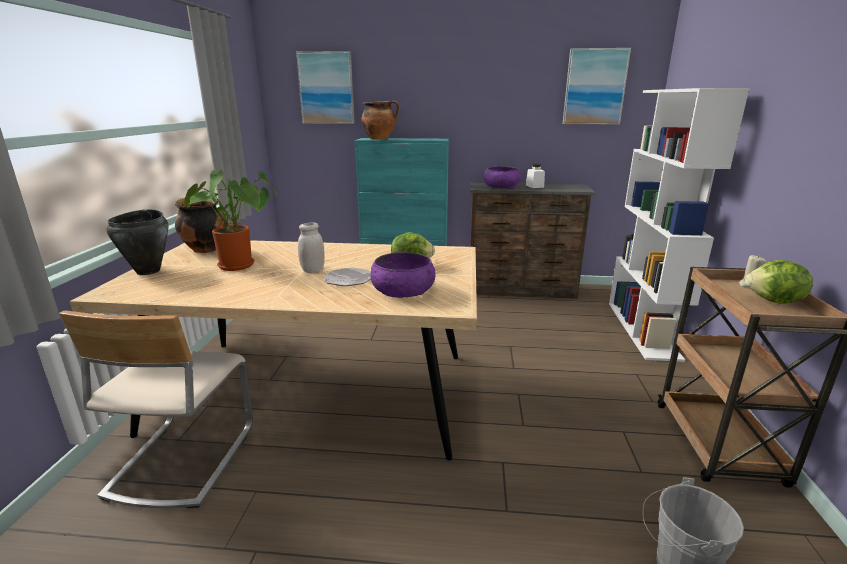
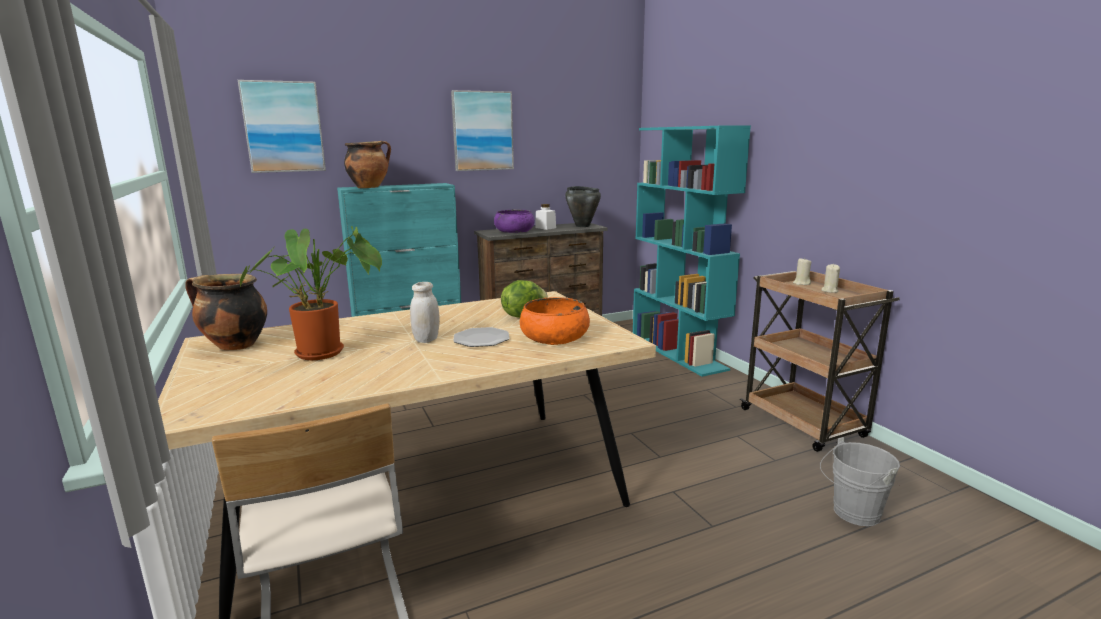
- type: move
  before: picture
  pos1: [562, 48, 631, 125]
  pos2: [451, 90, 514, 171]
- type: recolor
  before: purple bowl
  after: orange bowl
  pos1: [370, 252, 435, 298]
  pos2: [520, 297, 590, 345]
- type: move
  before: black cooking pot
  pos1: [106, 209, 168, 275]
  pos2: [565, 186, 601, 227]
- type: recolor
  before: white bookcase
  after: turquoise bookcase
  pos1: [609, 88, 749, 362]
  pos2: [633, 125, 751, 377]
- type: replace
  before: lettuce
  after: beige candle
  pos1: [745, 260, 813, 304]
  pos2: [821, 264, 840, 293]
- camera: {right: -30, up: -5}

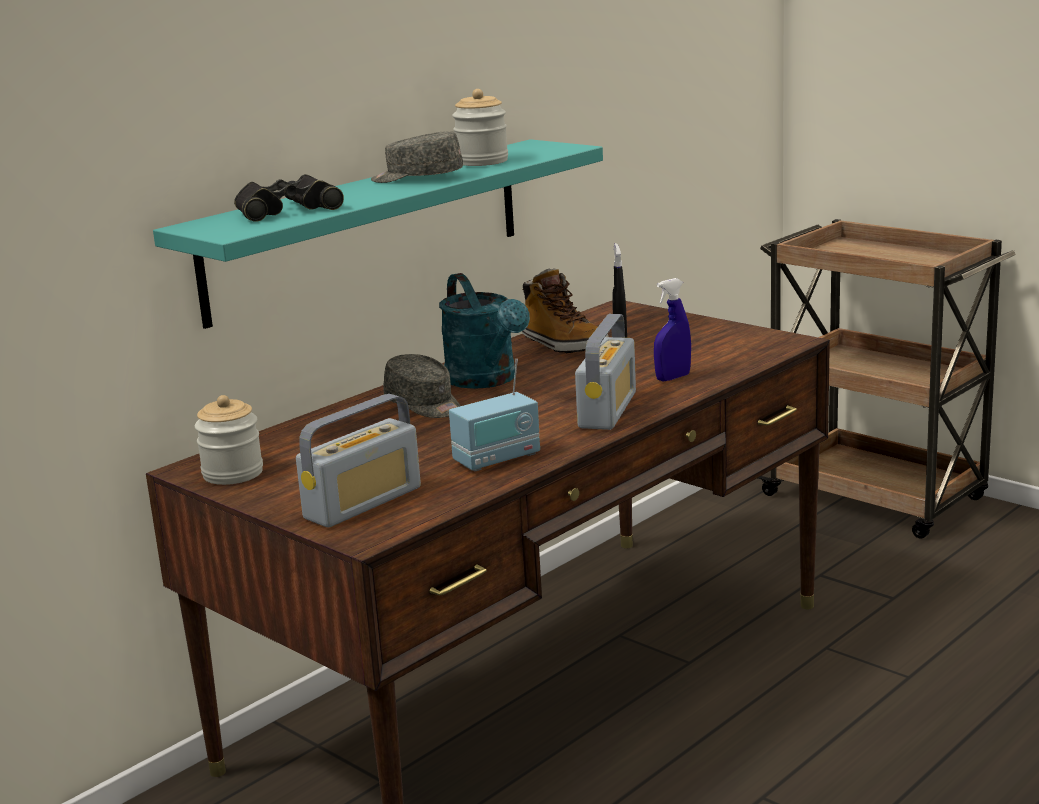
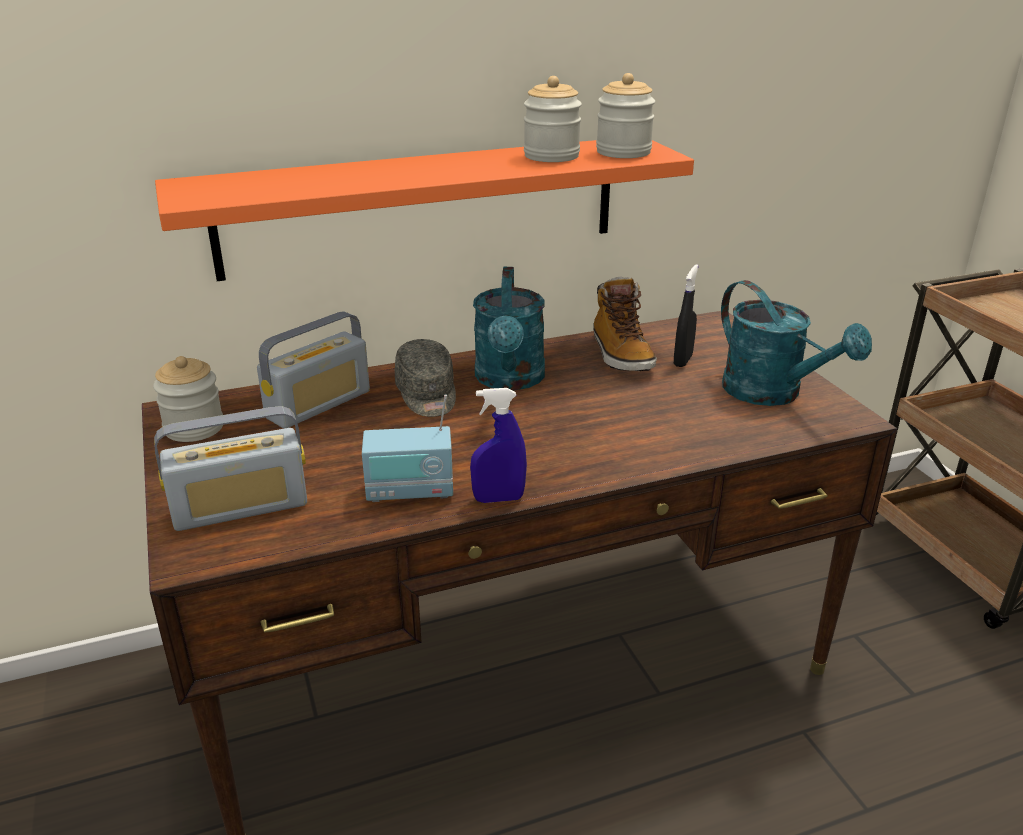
- type: recolor
  before: turquoise shelf
  after: orange shelf
  pos1: [153, 139, 603, 329]
  pos2: [155, 140, 694, 281]
- type: move
  before: radio
  pos1: [575, 314, 636, 430]
  pos2: [257, 311, 370, 429]
- type: move
  before: blue spray bottle
  pos1: [654, 278, 691, 382]
  pos2: [470, 388, 527, 503]
- type: insert
  after: jar
  pos2: [596, 73, 655, 158]
- type: insert
  after: turquoise watering can
  pos2: [721, 280, 872, 406]
- type: delete
  before: black binoculars
  pos1: [234, 174, 344, 222]
- type: delete
  before: grey cap
  pos1: [371, 131, 463, 183]
- camera: {right: 25, up: 10}

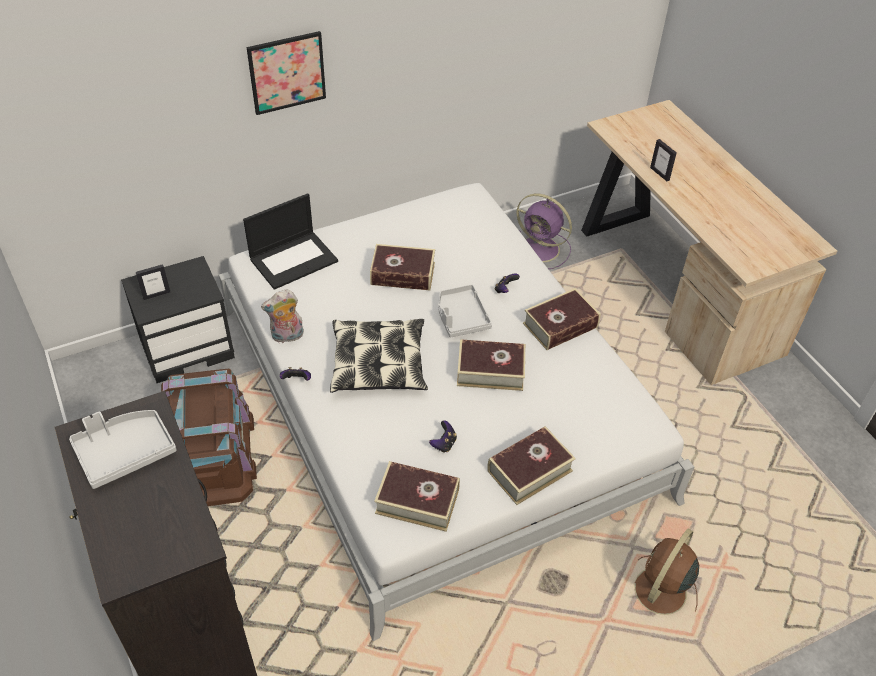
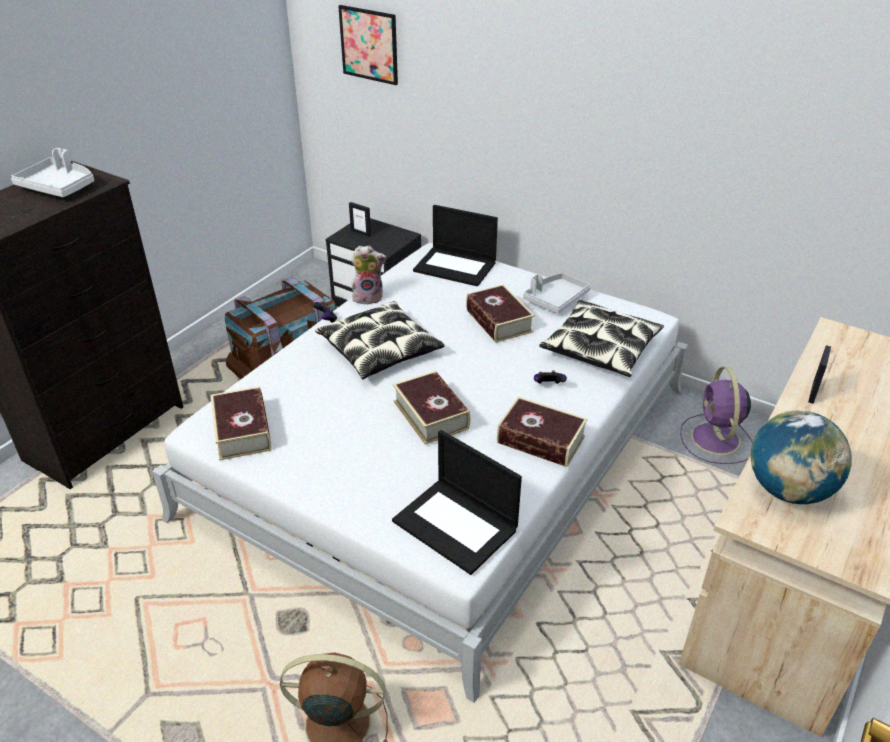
- type: move
  before: picture
  pos1: [246, 31, 326, 115]
  pos2: [338, 5, 398, 85]
- type: rotate
  before: plush toy
  pos1: [261, 289, 304, 343]
  pos2: [351, 246, 386, 305]
  turn: 135
- type: insert
  after: laptop
  pos2: [392, 430, 522, 575]
- type: move
  before: grey tray
  pos1: [438, 284, 492, 338]
  pos2: [523, 273, 591, 314]
- type: insert
  after: pillow
  pos2: [539, 300, 664, 377]
- type: insert
  after: globe
  pos2: [750, 411, 852, 504]
- type: delete
  before: game controller
  pos1: [429, 420, 457, 453]
- type: delete
  before: book
  pos1: [487, 426, 576, 505]
- camera: {right: 60, up: -10}

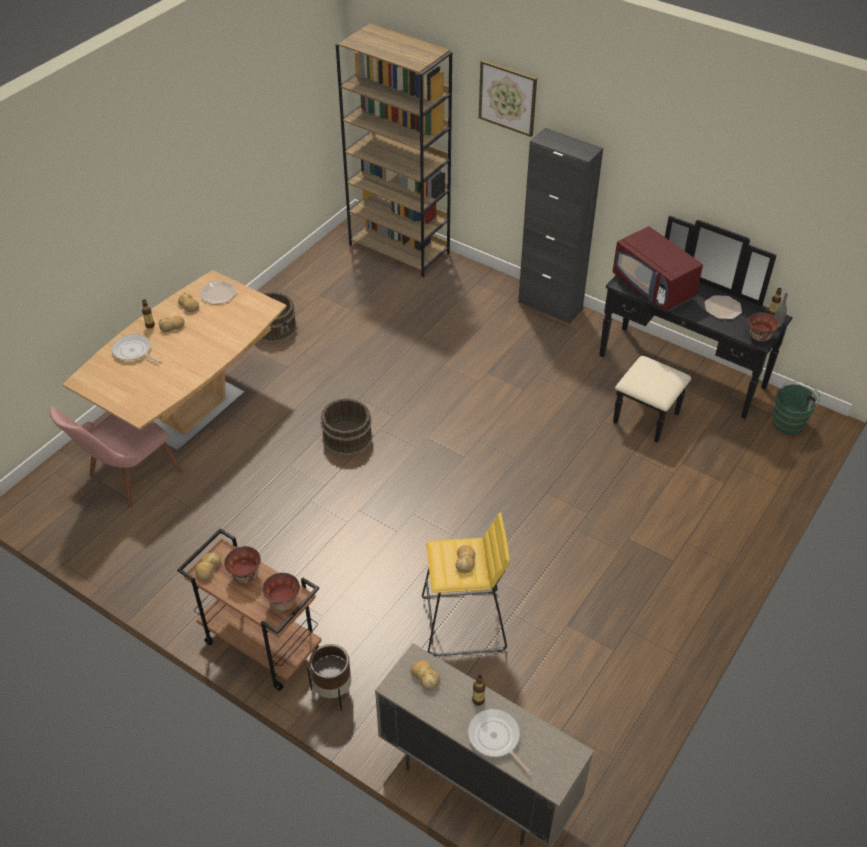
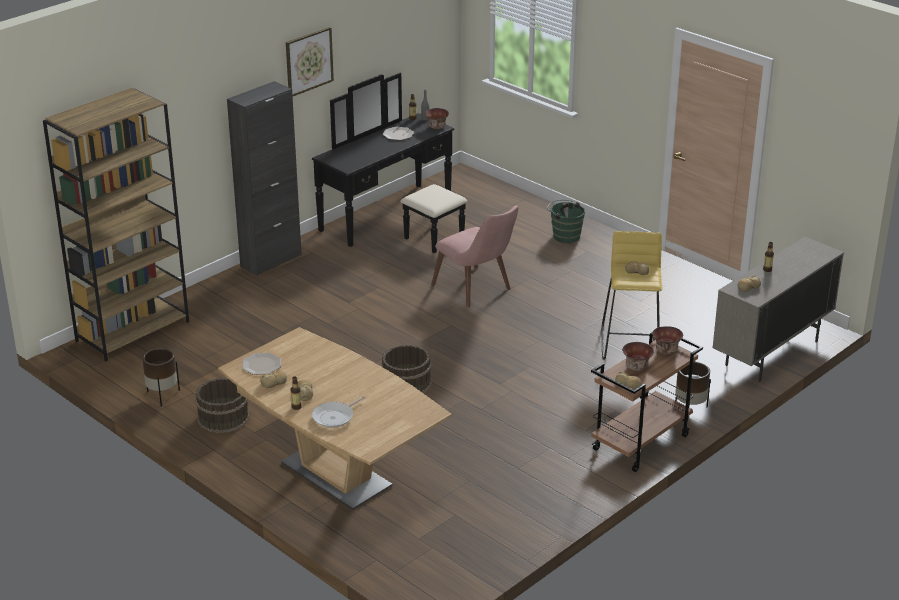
- type: insert
  after: brown planter
  pos2: [142, 348, 180, 407]
- type: move
  before: picture
  pos1: [479, 60, 537, 137]
  pos2: [286, 27, 334, 96]
- type: move
  before: pink chair
  pos1: [49, 407, 182, 508]
  pos2: [431, 205, 519, 307]
- type: move
  before: green bucket
  pos1: [773, 381, 820, 435]
  pos2: [547, 200, 585, 243]
- type: delete
  before: frying pan
  pos1: [468, 709, 532, 775]
- type: delete
  before: red microwave
  pos1: [613, 226, 703, 311]
- camera: {right: -80, up: -15}

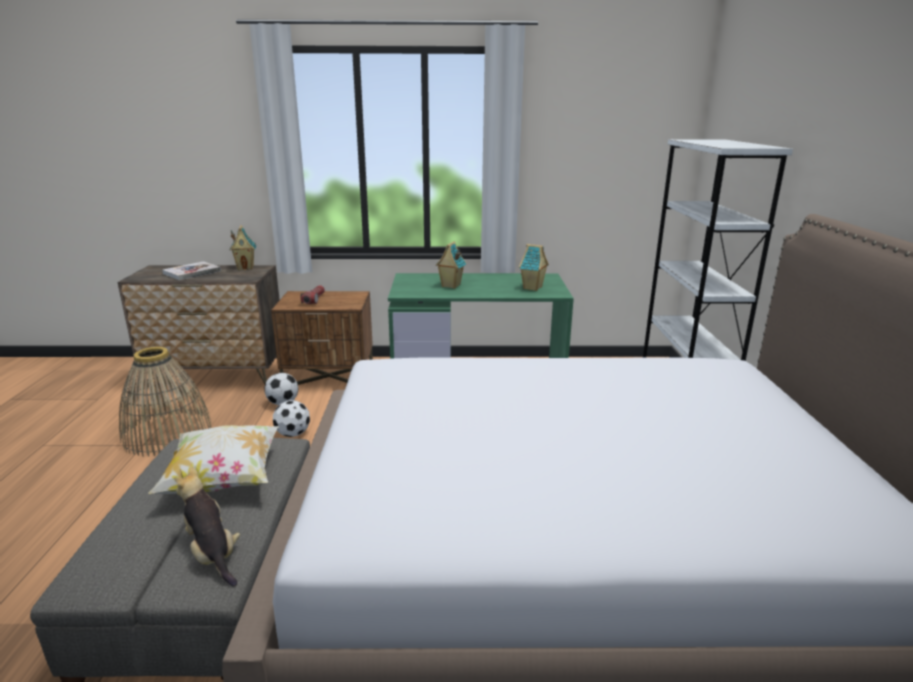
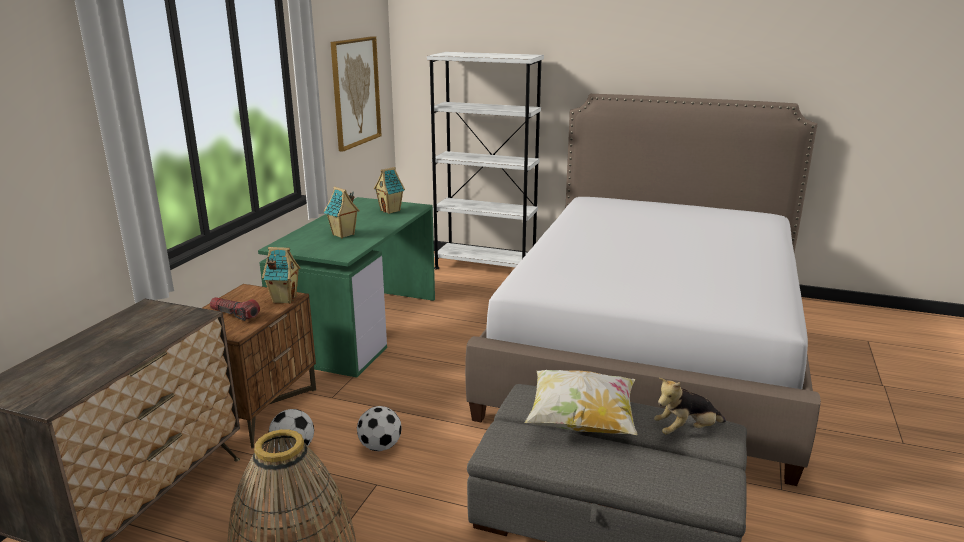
- type: move
  before: toy house
  pos1: [230, 225, 256, 270]
  pos2: [262, 247, 300, 304]
- type: insert
  after: picture
  pos2: [331, 36, 382, 152]
- type: delete
  before: book
  pos1: [162, 261, 221, 280]
- camera: {right: -70, up: 0}

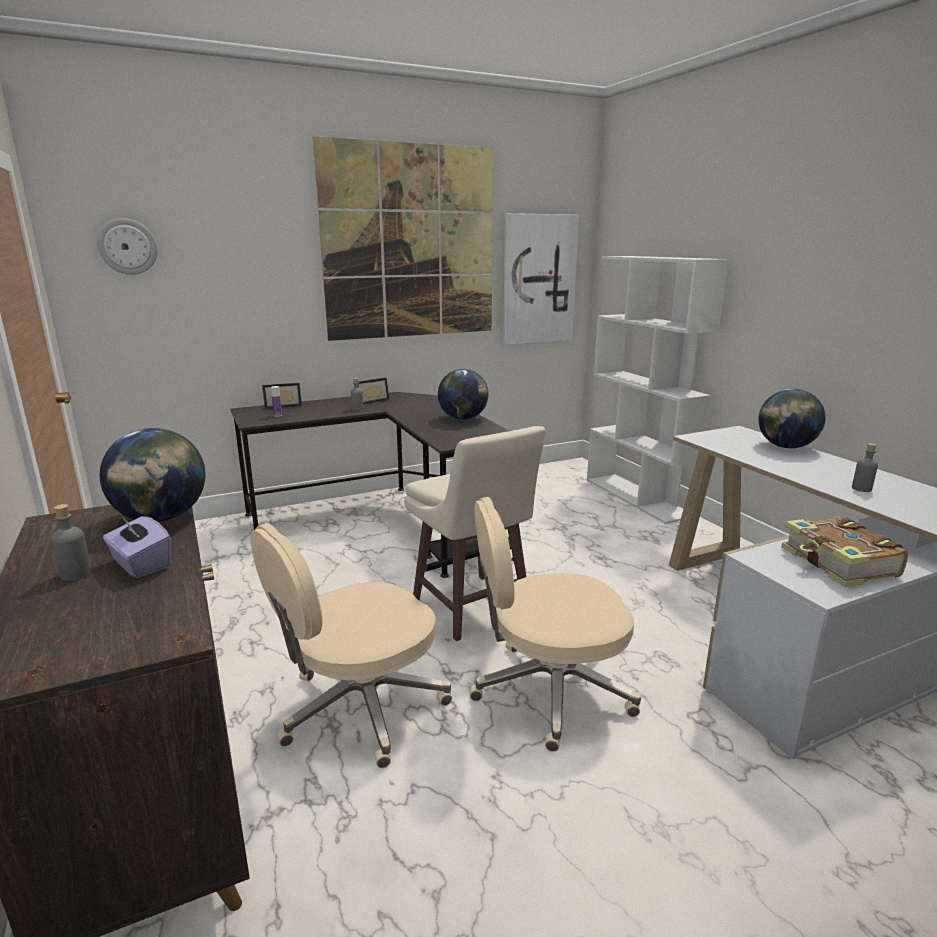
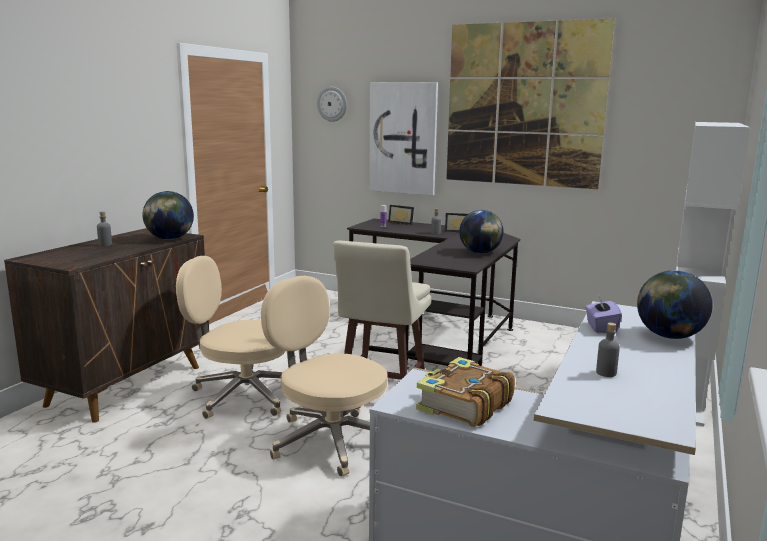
- type: move
  before: picture
  pos1: [503, 213, 579, 345]
  pos2: [369, 82, 438, 195]
- type: move
  before: purple tissue box
  pos1: [103, 514, 171, 578]
  pos2: [585, 294, 622, 333]
- camera: {right: 50, up: -5}

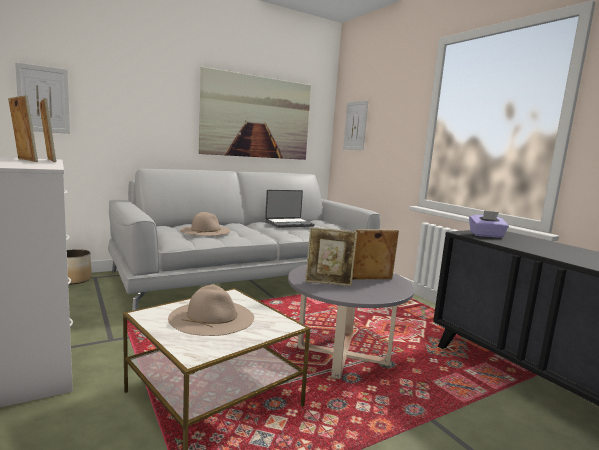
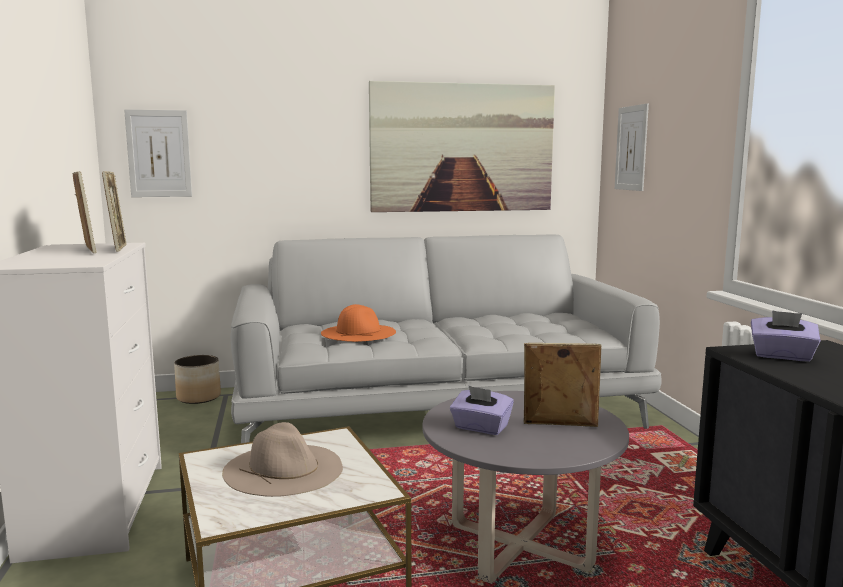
- type: recolor
  before: beige hat
  after: orange hat
  pos1: [180, 212, 231, 236]
  pos2: [321, 304, 396, 342]
- type: replace
  before: picture frame
  after: purple tissue box
  pos1: [305, 227, 357, 286]
  pos2: [450, 385, 514, 435]
- type: delete
  before: laptop
  pos1: [265, 190, 315, 228]
- camera: {right: 20, up: 0}

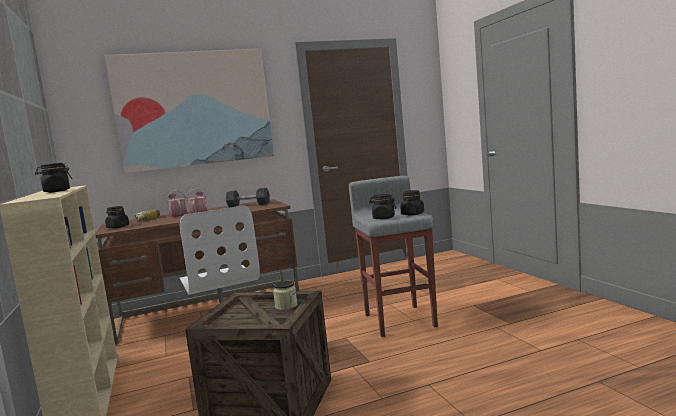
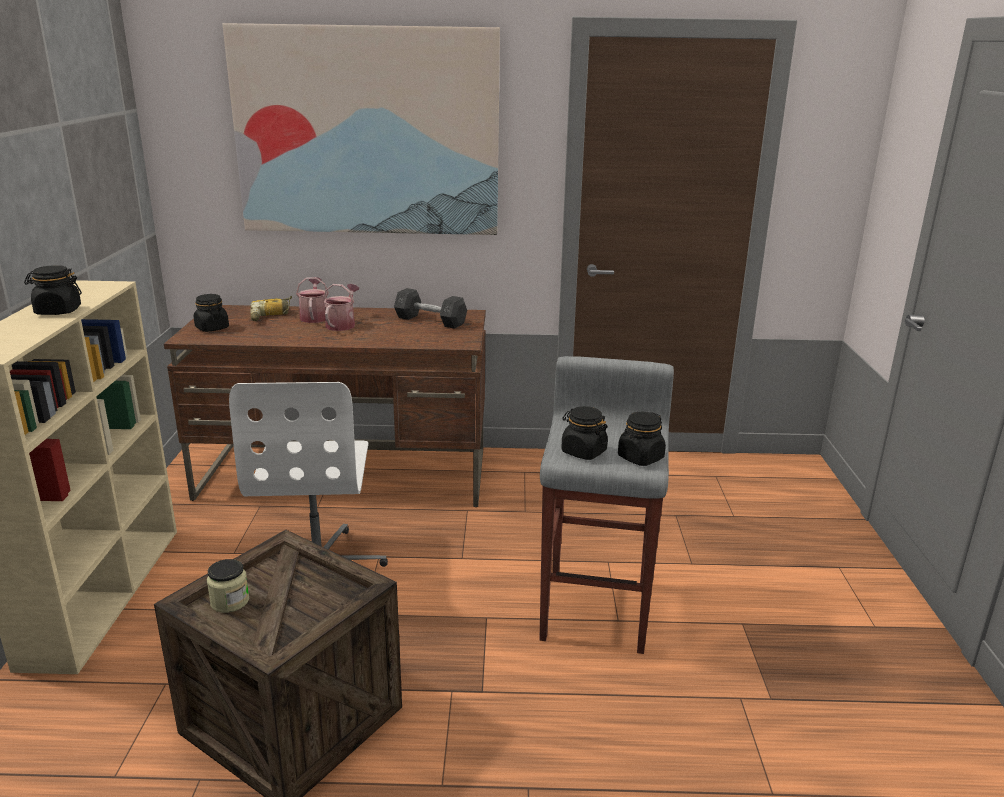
- type: move
  before: jar
  pos1: [273, 280, 298, 310]
  pos2: [207, 559, 249, 613]
- camera: {right: 20, up: 15}

